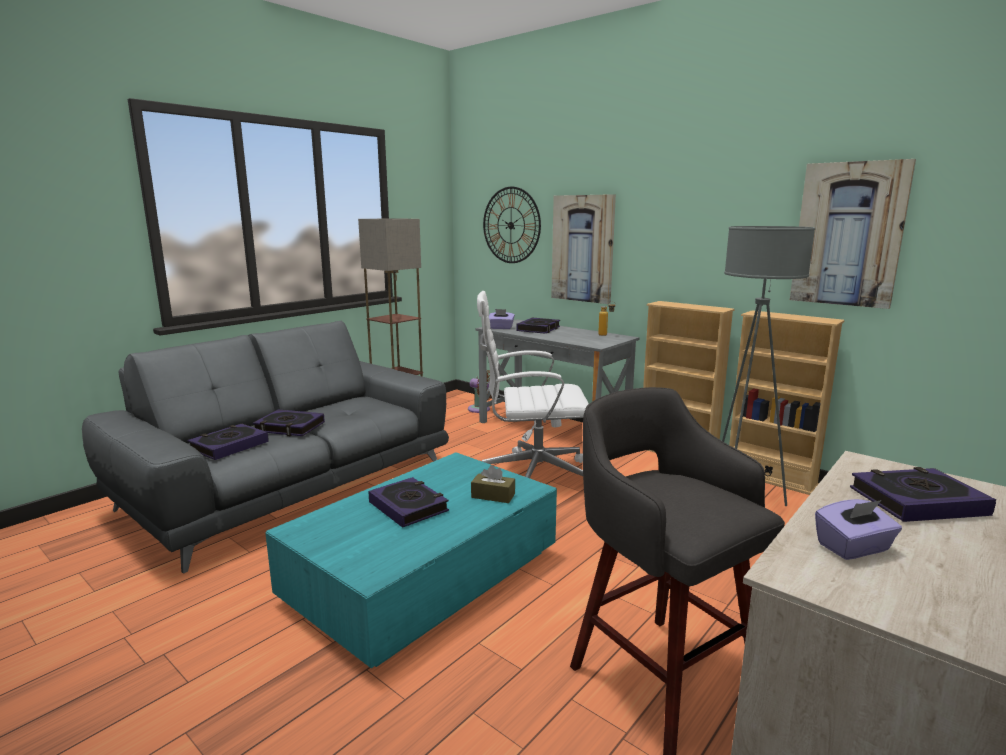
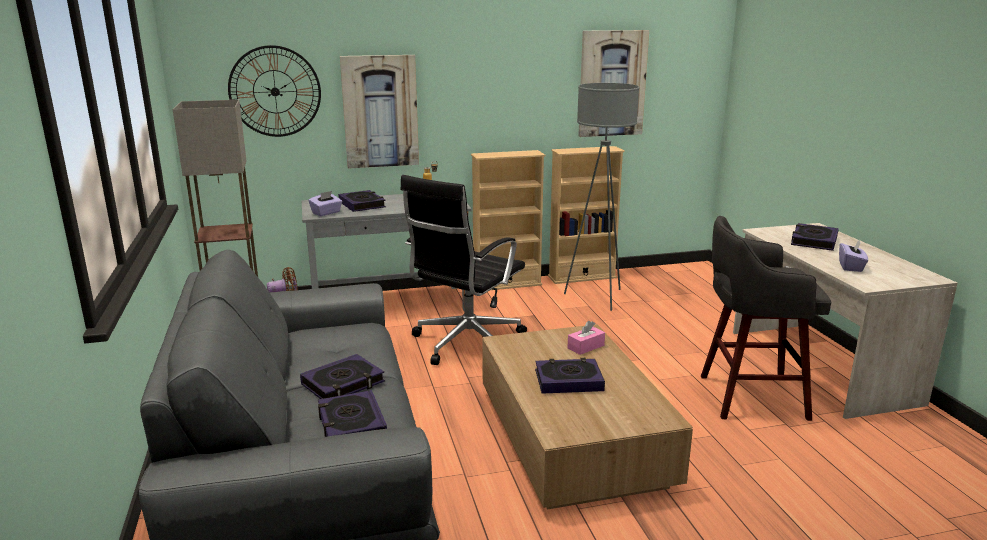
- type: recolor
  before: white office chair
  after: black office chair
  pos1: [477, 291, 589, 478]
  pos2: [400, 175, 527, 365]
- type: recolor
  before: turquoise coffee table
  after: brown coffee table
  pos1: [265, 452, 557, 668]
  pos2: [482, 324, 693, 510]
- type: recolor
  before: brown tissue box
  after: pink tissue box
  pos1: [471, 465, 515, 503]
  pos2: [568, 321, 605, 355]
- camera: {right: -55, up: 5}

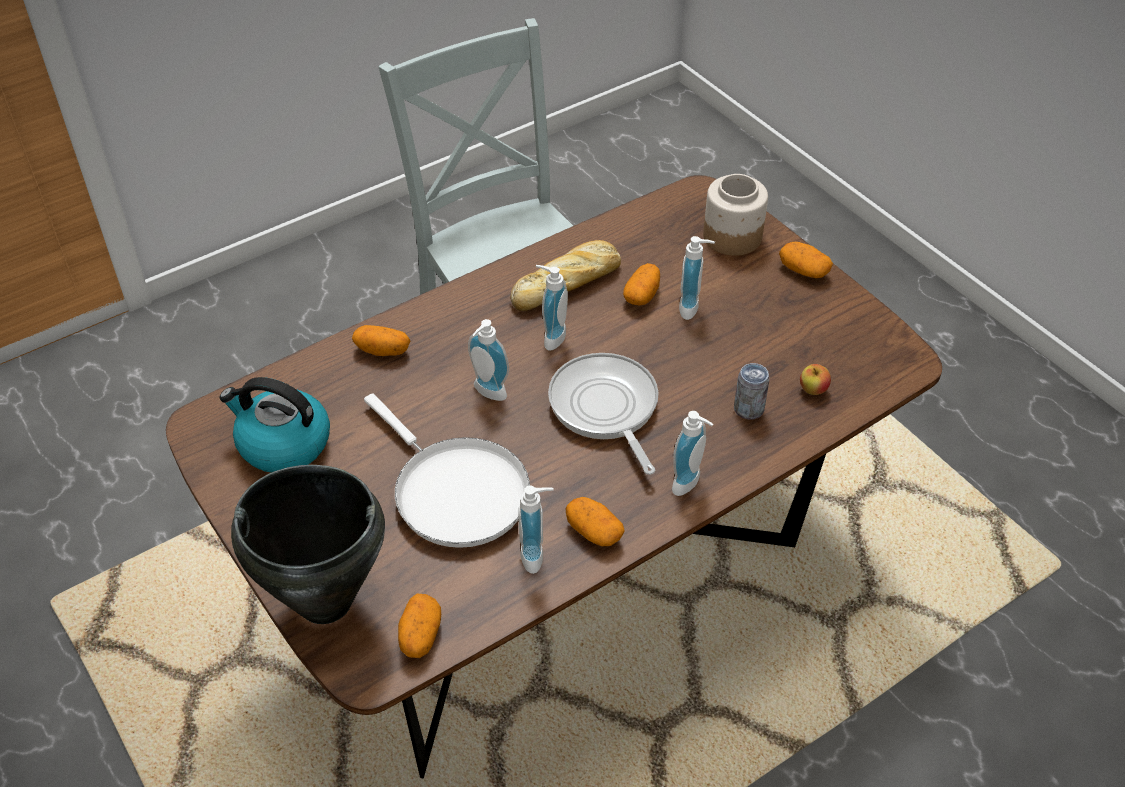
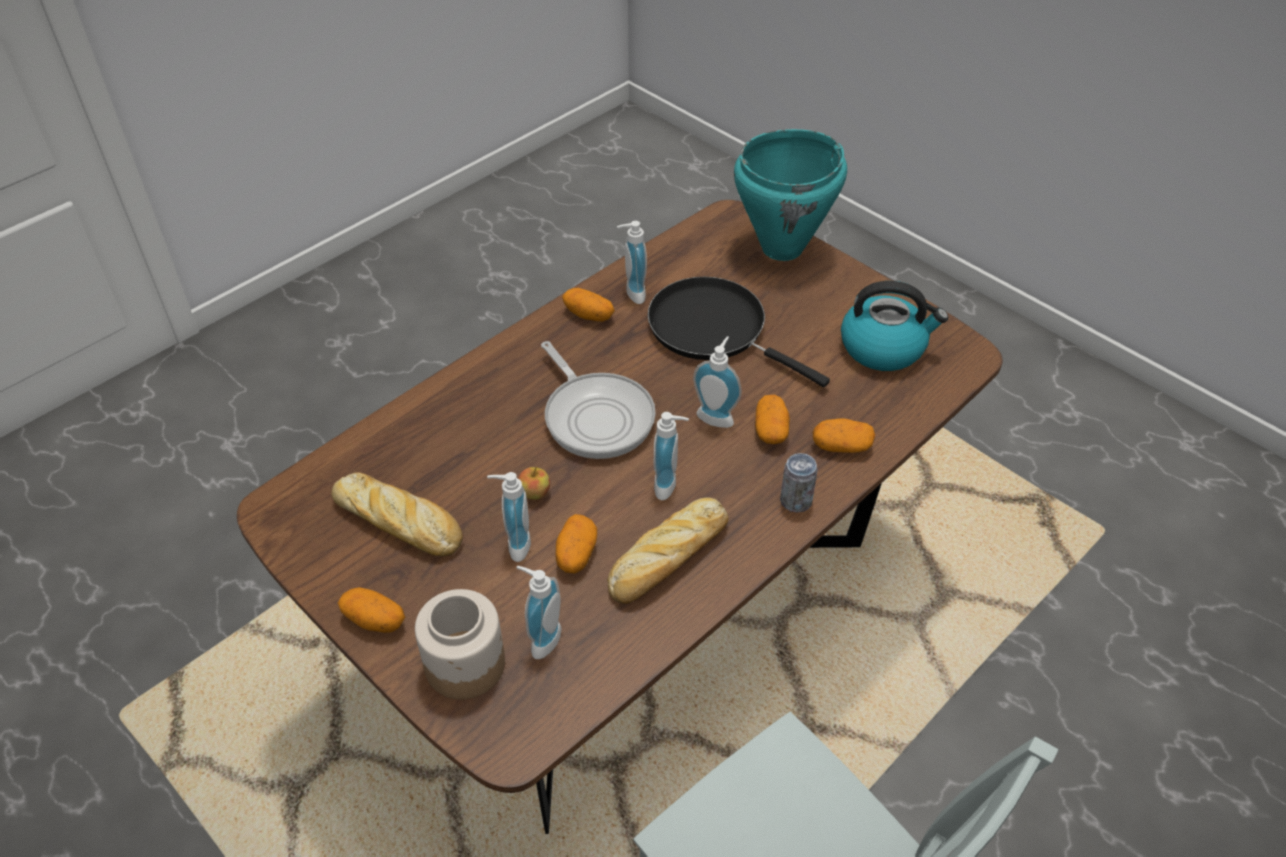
- type: insert
  after: bread
  pos2: [331, 472, 463, 556]
- type: move
  before: soap dispenser
  pos1: [672, 411, 713, 496]
  pos2: [516, 565, 562, 659]
- type: move
  before: apple
  pos1: [800, 364, 831, 395]
  pos2: [518, 466, 550, 500]
- type: recolor
  before: white frying pan
  after: black frying pan
  pos1: [364, 393, 530, 548]
  pos2: [647, 277, 830, 387]
- type: recolor
  before: black cooking pot
  after: turquoise cooking pot
  pos1: [231, 465, 385, 624]
  pos2: [734, 129, 847, 261]
- type: move
  before: potato
  pos1: [398, 594, 441, 658]
  pos2: [755, 395, 790, 444]
- type: move
  before: can
  pos1: [734, 363, 769, 419]
  pos2: [780, 453, 818, 513]
- camera: {right: 170, up: 0}

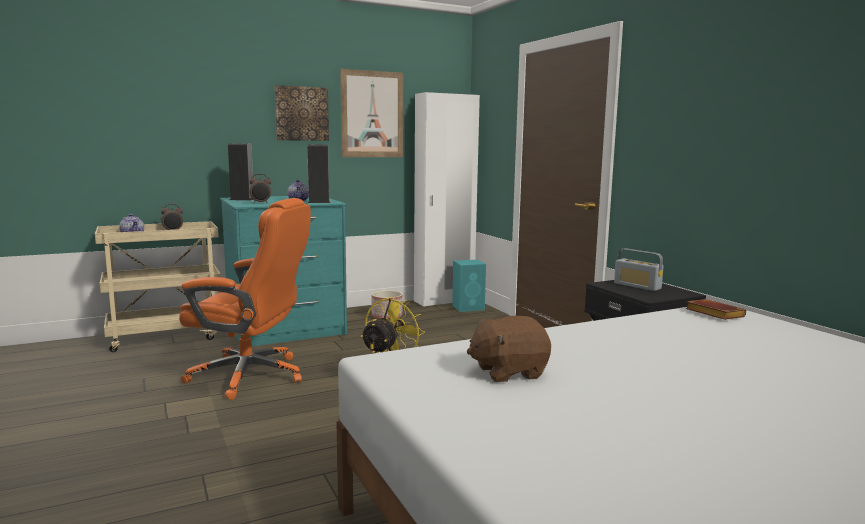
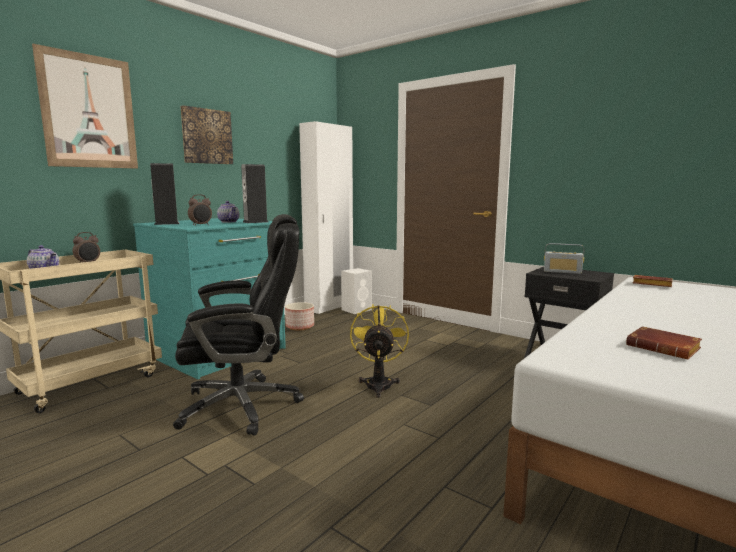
- type: move
  before: picture
  pos1: [340, 69, 403, 157]
  pos2: [32, 44, 138, 169]
- type: recolor
  before: orange office chair
  after: black office chair
  pos1: [179, 198, 311, 400]
  pos2: [173, 214, 304, 436]
- type: recolor
  before: turquoise speaker
  after: white speaker
  pos1: [452, 260, 486, 312]
  pos2: [341, 268, 372, 314]
- type: replace
  before: brown plush toy
  after: brown book
  pos1: [467, 316, 551, 382]
  pos2: [626, 326, 702, 360]
- camera: {right: -25, up: 0}

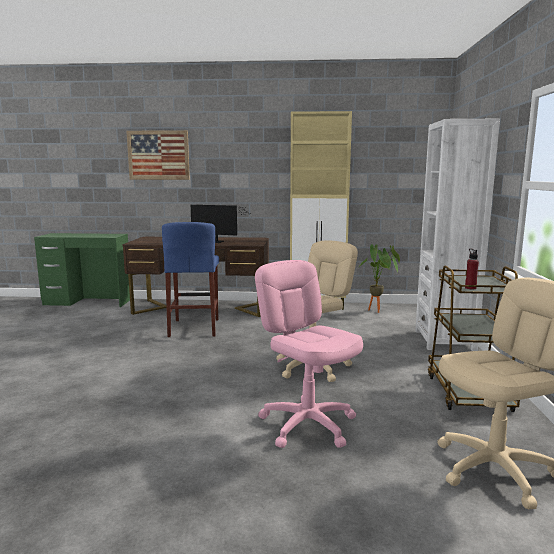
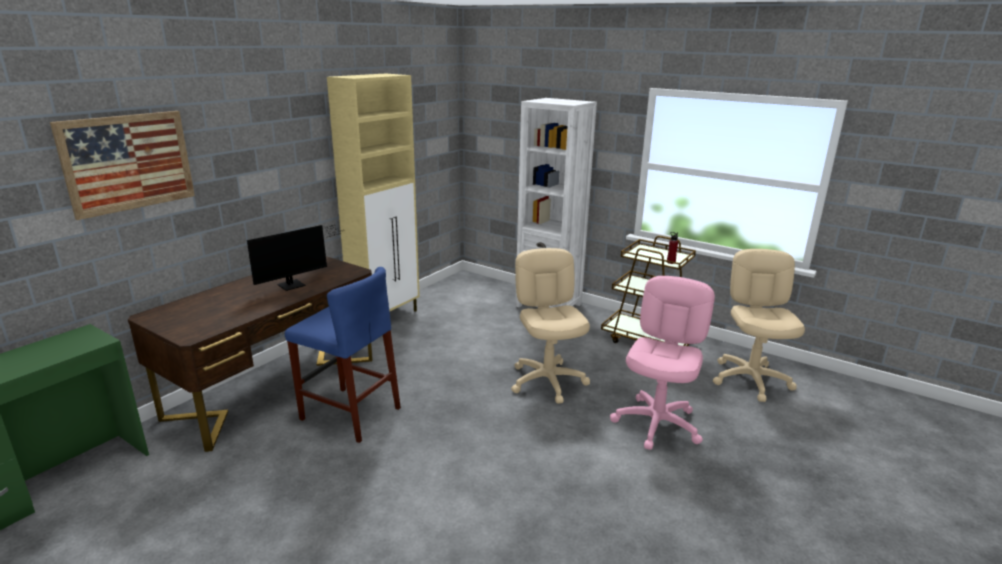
- type: rotate
  before: pink office chair
  pos1: [255, 260, 363, 448]
  pos2: [610, 276, 715, 450]
  turn: 120
- type: delete
  before: potted plant
  pos1: [358, 244, 400, 313]
- camera: {right: -60, up: 10}

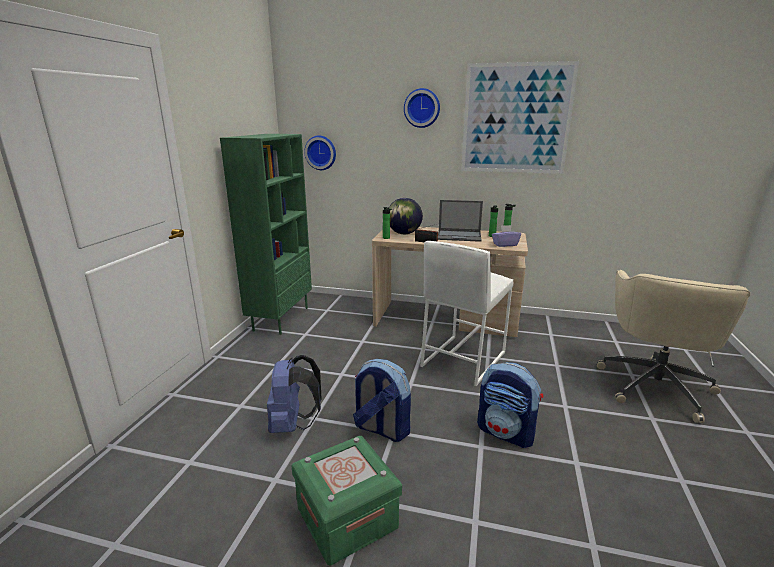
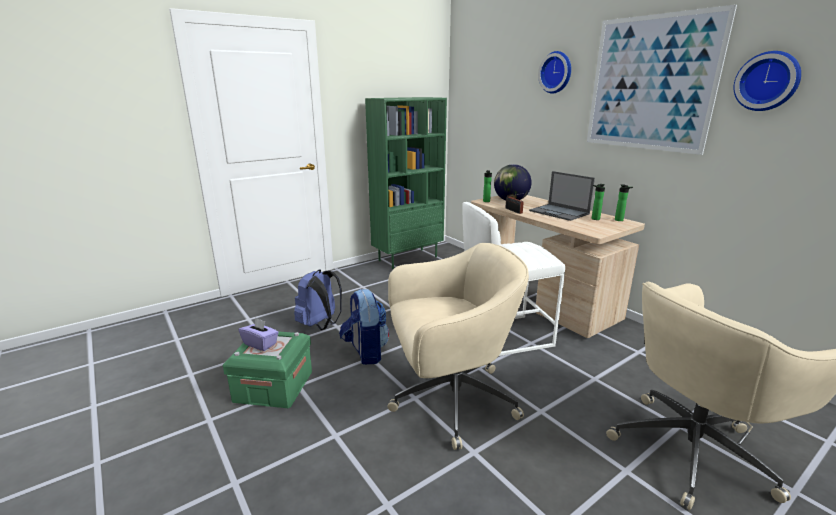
- type: move
  before: purple tissue box
  pos1: [492, 225, 521, 247]
  pos2: [238, 317, 279, 351]
- type: replace
  before: backpack
  after: beige office chair
  pos1: [477, 362, 543, 448]
  pos2: [388, 243, 529, 450]
- type: move
  before: wall clock
  pos1: [304, 135, 336, 170]
  pos2: [734, 51, 801, 111]
- camera: {right: 40, up: 0}

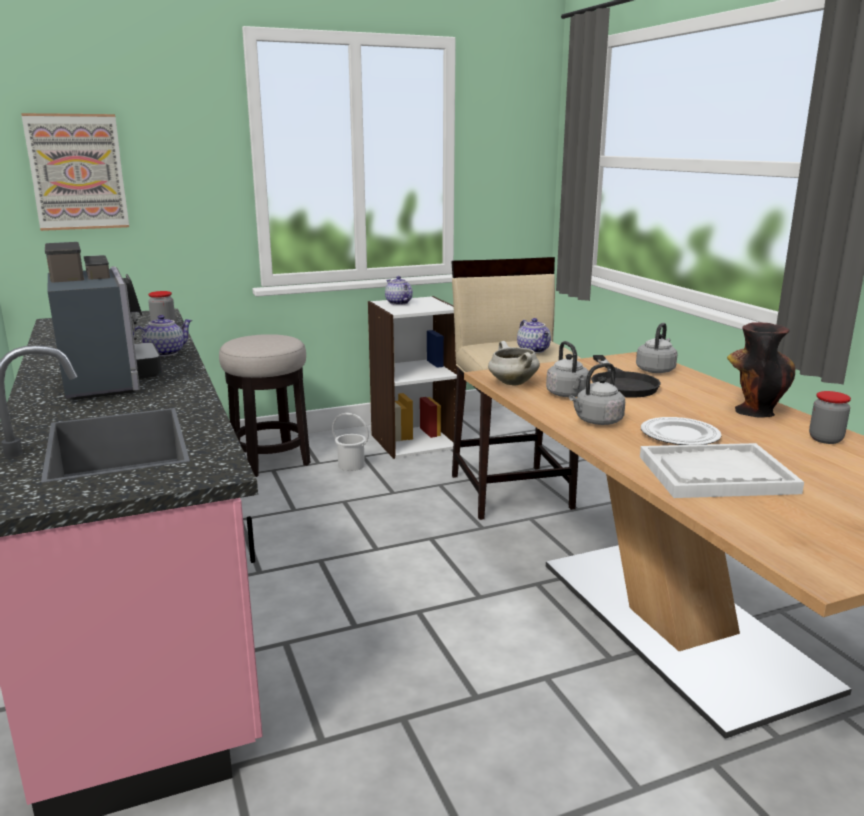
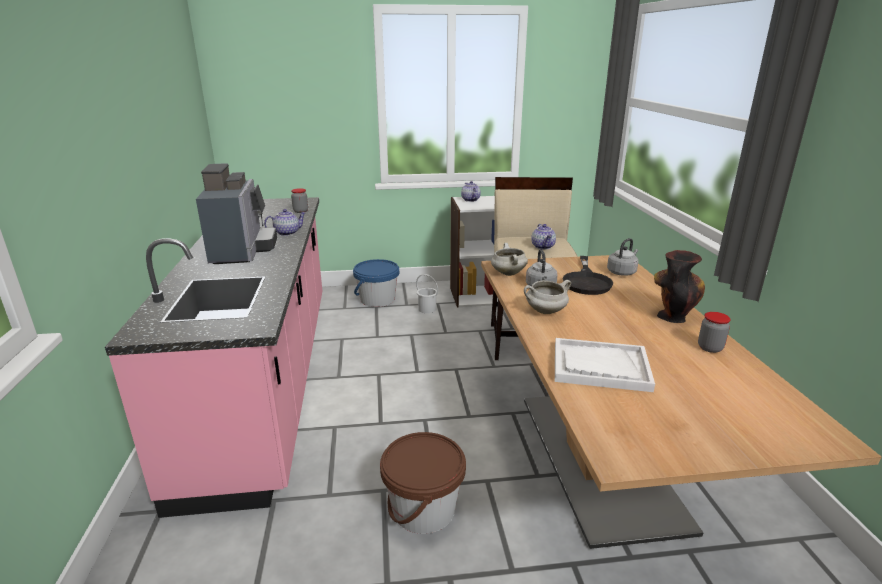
- type: replace
  before: stool
  after: blue bucket
  pos1: [219, 334, 310, 477]
  pos2: [353, 259, 399, 307]
- type: insert
  after: brown bucket
  pos2: [380, 432, 466, 534]
- type: replace
  before: grey kettle
  after: white cooking pot
  pos1: [569, 363, 625, 425]
  pos2: [524, 280, 571, 314]
- type: delete
  before: picture
  pos1: [21, 113, 129, 231]
- type: delete
  before: plate
  pos1: [641, 417, 722, 445]
- camera: {right: 15, up: 5}

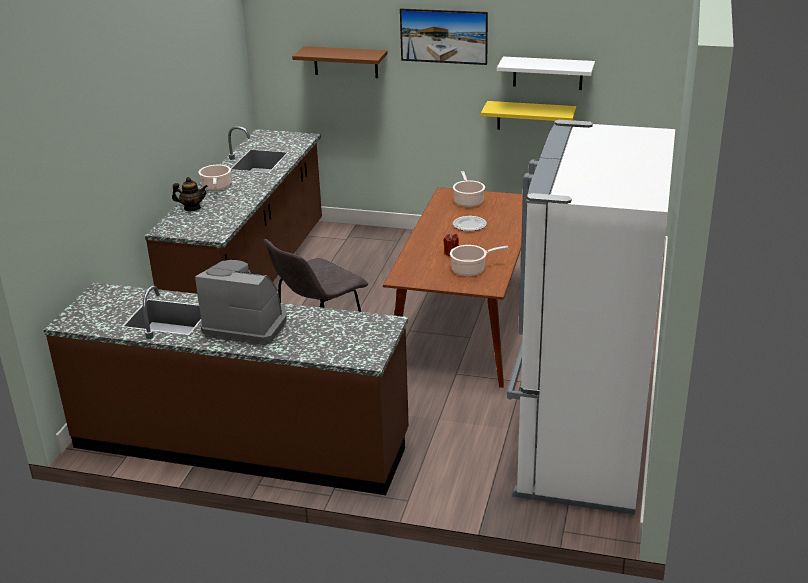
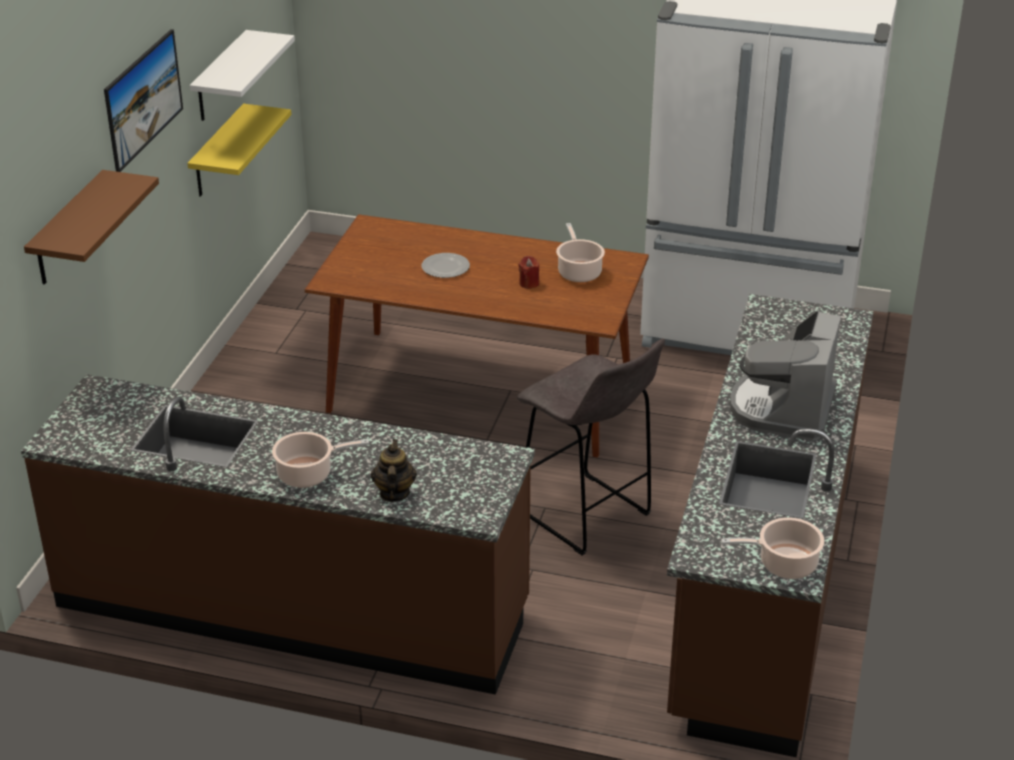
- type: move
  before: cooking pot
  pos1: [453, 171, 485, 207]
  pos2: [721, 517, 824, 579]
- camera: {right: -90, up: 5}

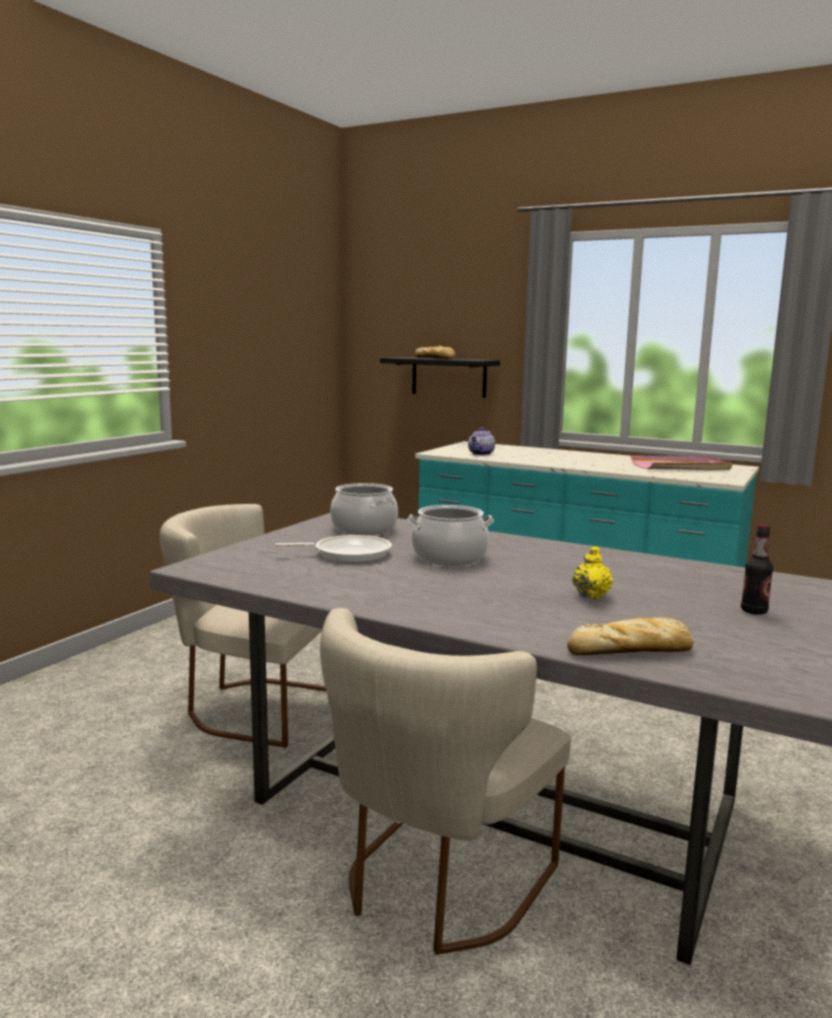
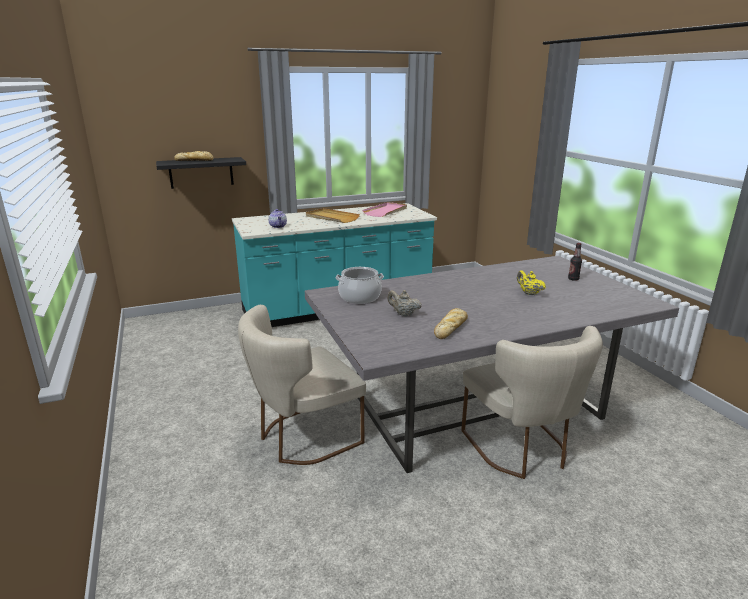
- type: insert
  after: beige tray
  pos2: [306, 208, 360, 223]
- type: replace
  before: frying pan
  after: beige teapot
  pos1: [275, 535, 392, 562]
  pos2: [387, 290, 421, 316]
- type: move
  before: bread
  pos1: [567, 618, 694, 655]
  pos2: [434, 308, 468, 339]
- type: delete
  before: cooking pot
  pos1: [407, 505, 494, 566]
- camera: {right: -50, up: 10}

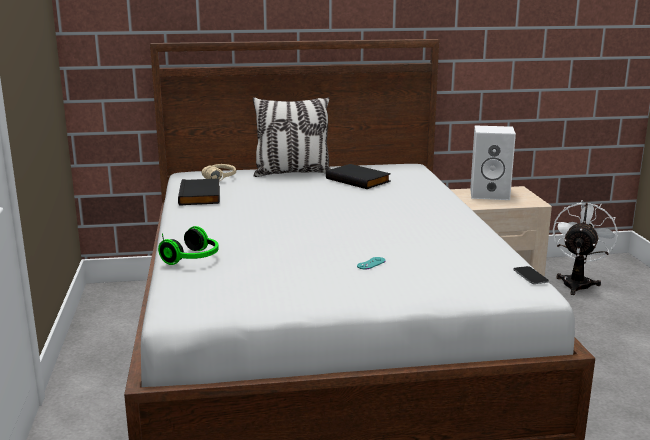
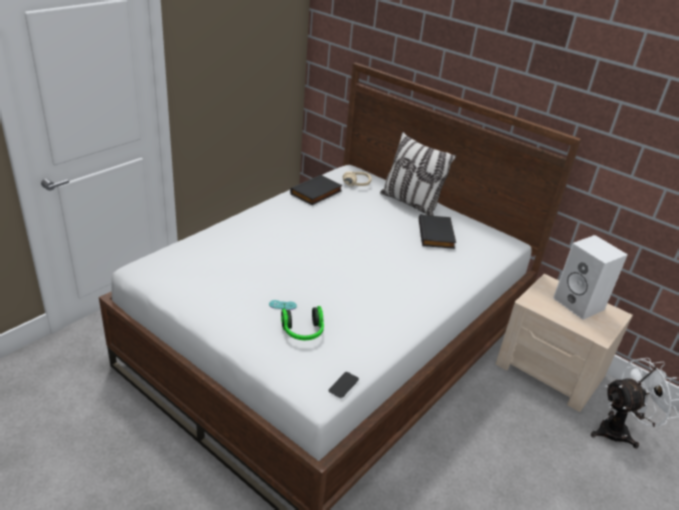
- type: move
  before: headphones
  pos1: [158, 226, 219, 265]
  pos2: [281, 304, 324, 340]
- camera: {right: 45, up: 15}

